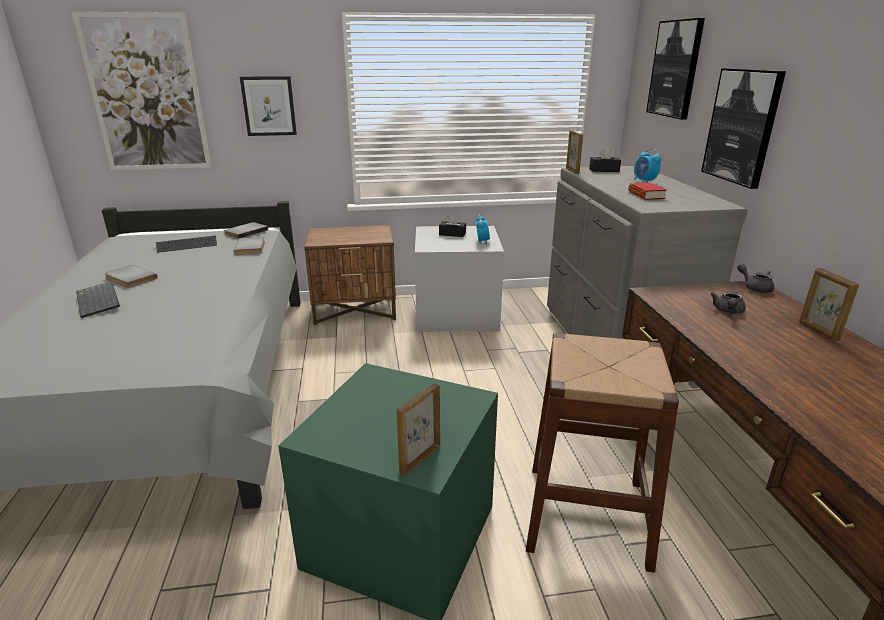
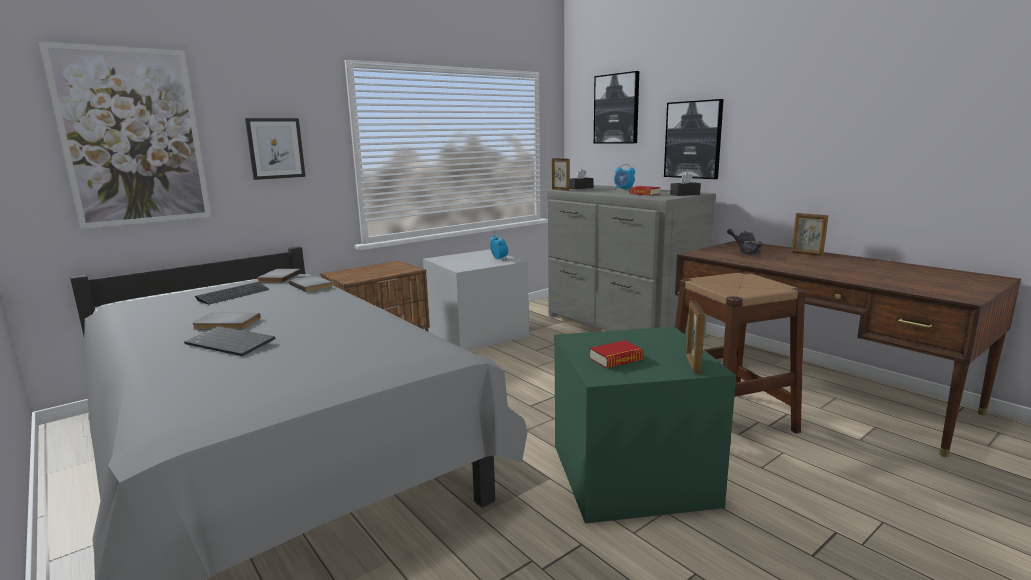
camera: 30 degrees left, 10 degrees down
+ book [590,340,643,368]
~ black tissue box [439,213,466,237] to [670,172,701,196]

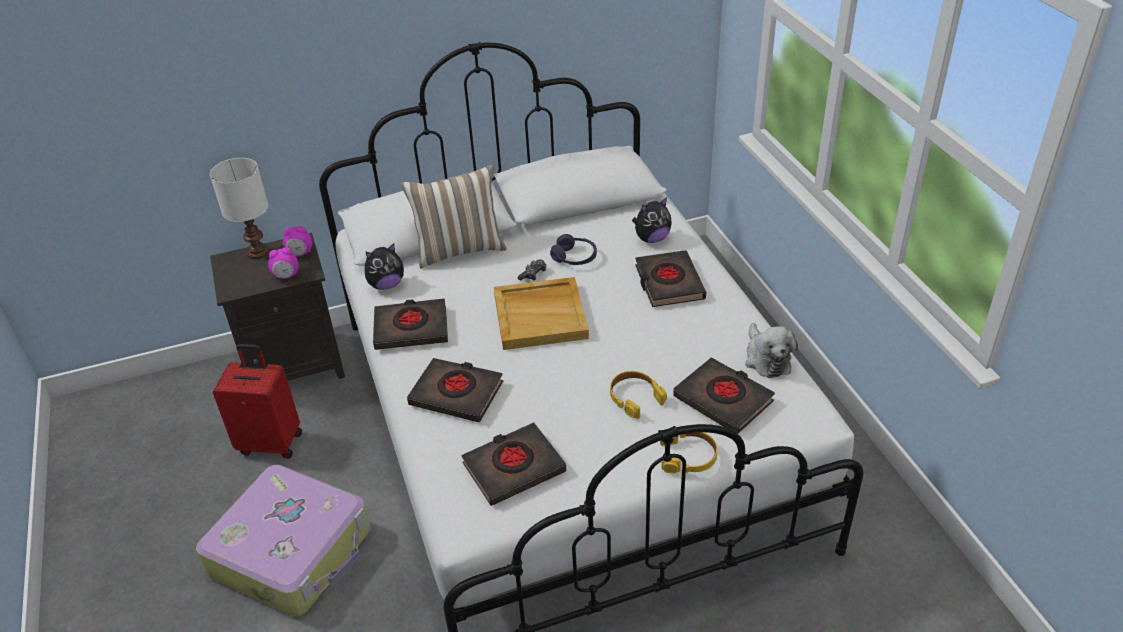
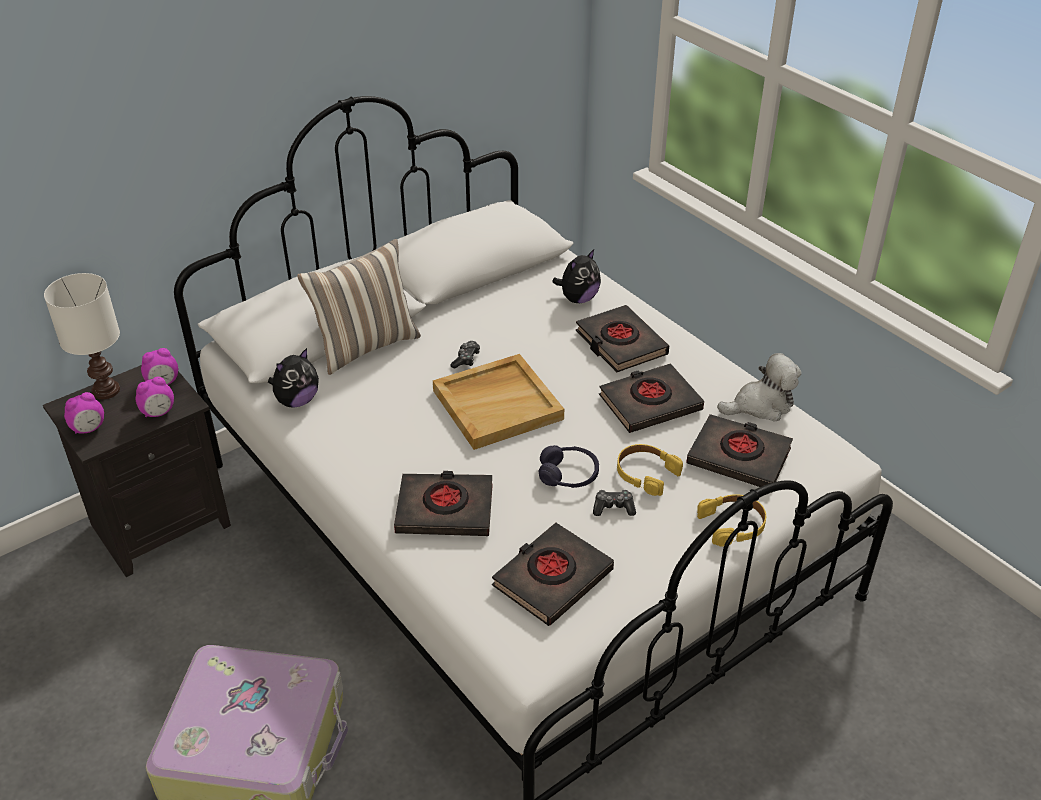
camera: 20 degrees left, 0 degrees up
+ alarm clock [64,392,104,434]
~ purple headphones [550,234,597,265] to [539,445,599,488]
+ game controller [593,490,636,516]
~ black book [373,298,448,350] to [599,363,704,433]
~ plush toy [745,323,798,378] = [717,353,802,422] 75 degrees counterclockwise
- red suitcase [213,344,302,459]

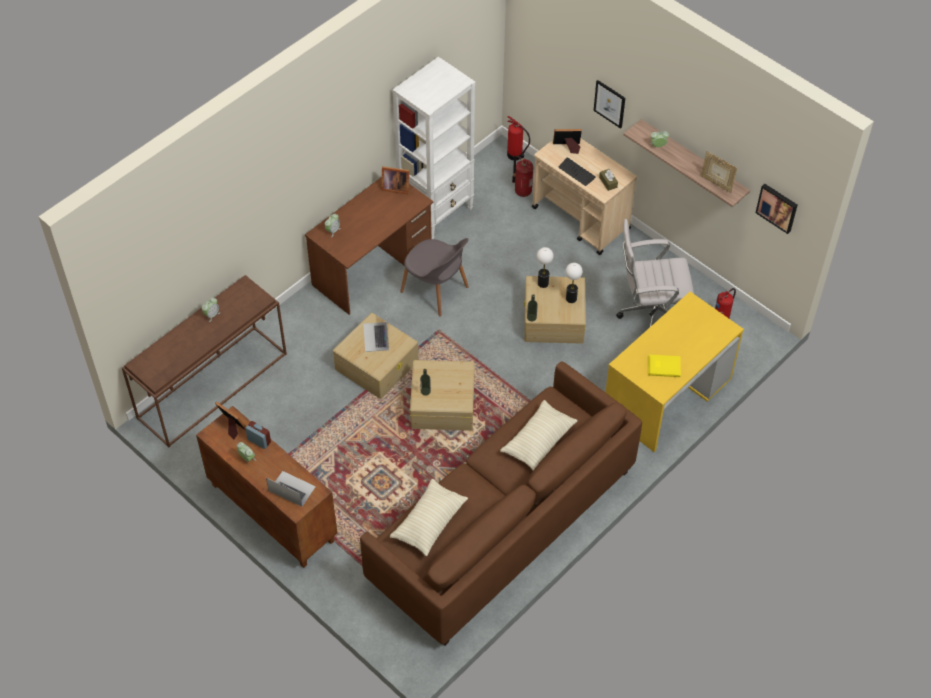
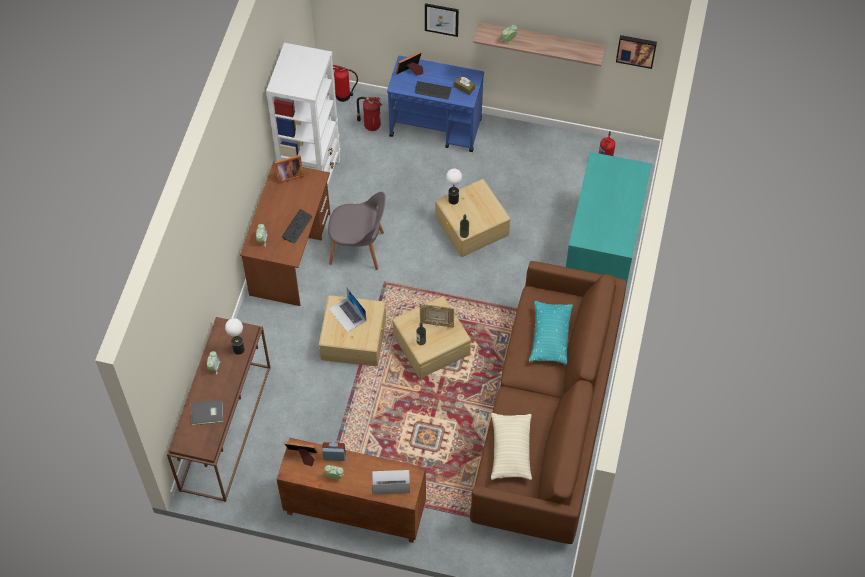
camera: 30 degrees left, 5 degrees up
+ grey book [191,400,223,425]
~ table lamp [565,263,583,303] to [225,318,245,355]
+ keyboard [282,209,312,244]
~ beige cart [532,139,637,255] to blue cart [387,56,484,152]
~ picture frame [701,151,738,193] to [420,304,454,328]
~ beige pillow [500,400,578,471] to turquoise pillow [529,301,573,365]
~ yellow desk [605,292,744,452] to turquoise desk [566,152,652,286]
- white office chair [616,219,694,328]
- yellow book [648,355,681,377]

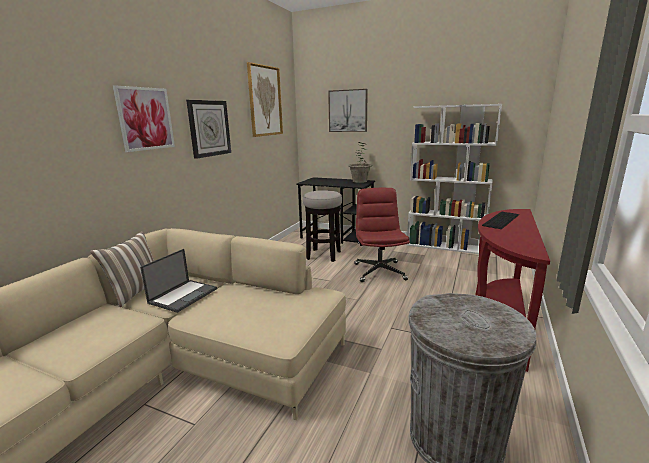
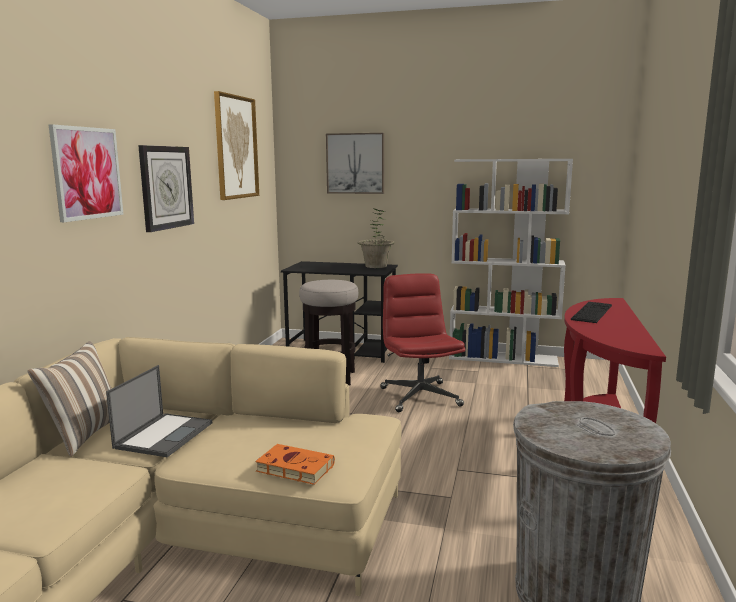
camera: 10 degrees left, 5 degrees down
+ orange book [255,444,335,485]

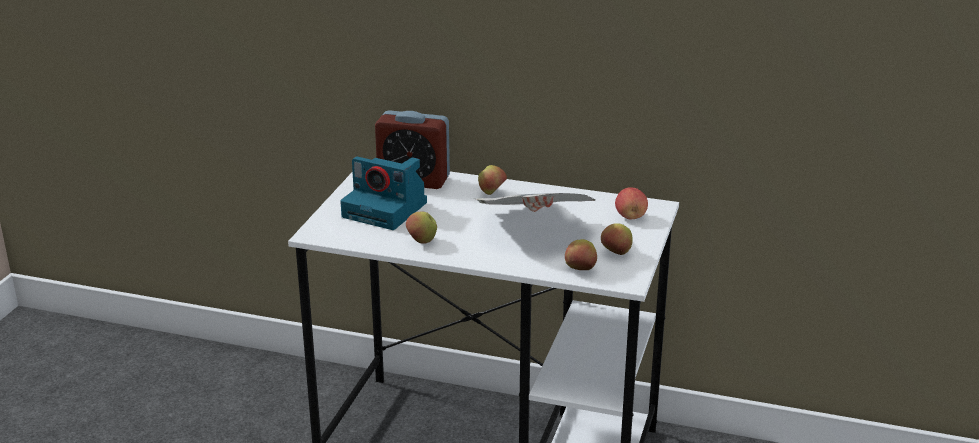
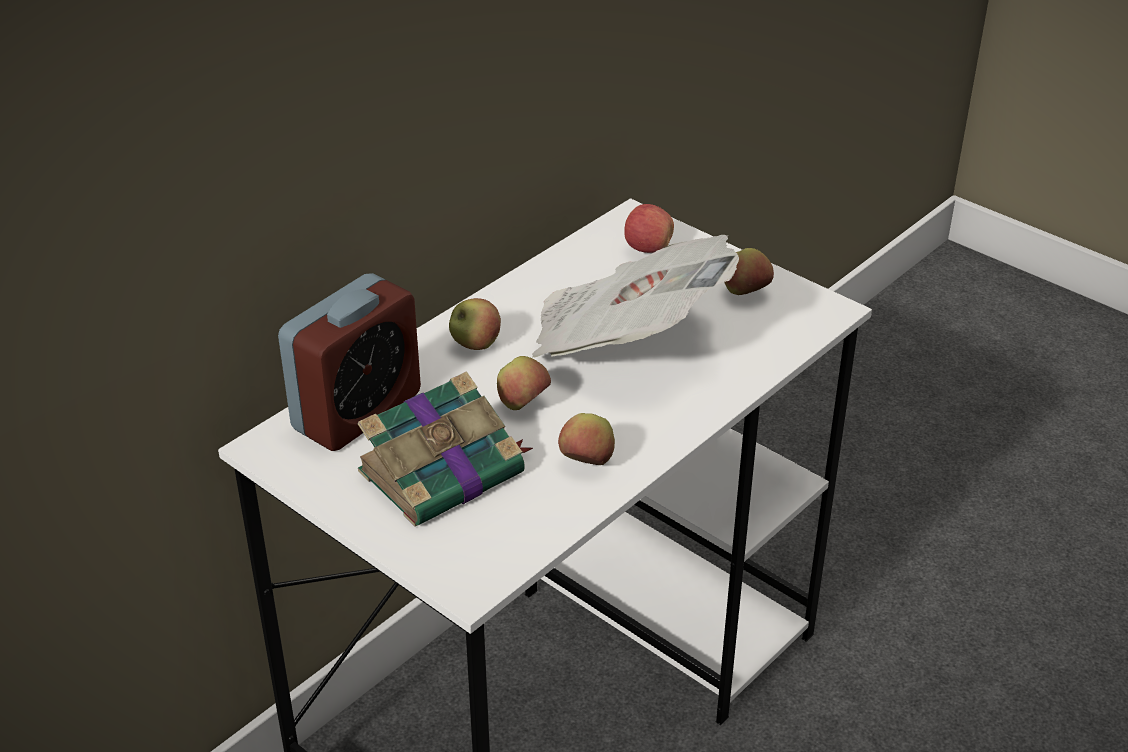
camera: 65 degrees left, 10 degrees up
~ photo camera [340,157,427,230] to book [358,371,533,527]
~ apple [565,239,597,270] to [497,356,551,410]

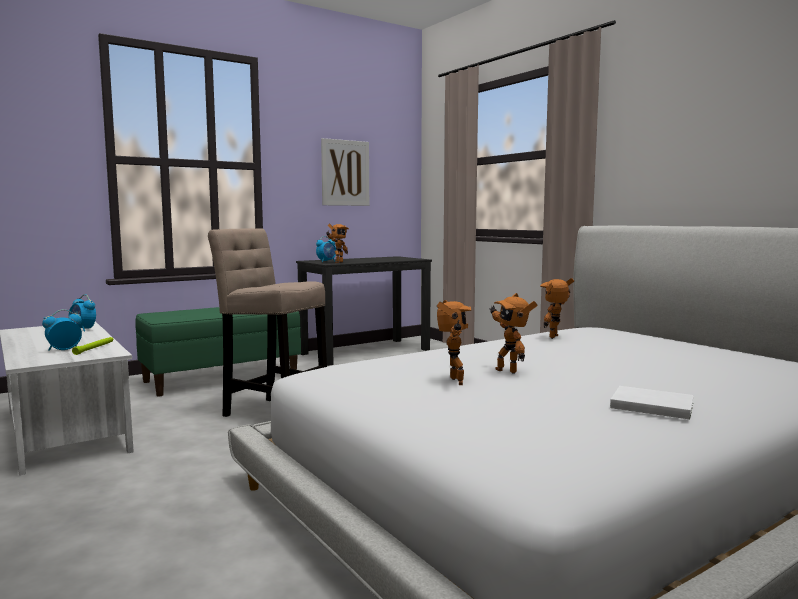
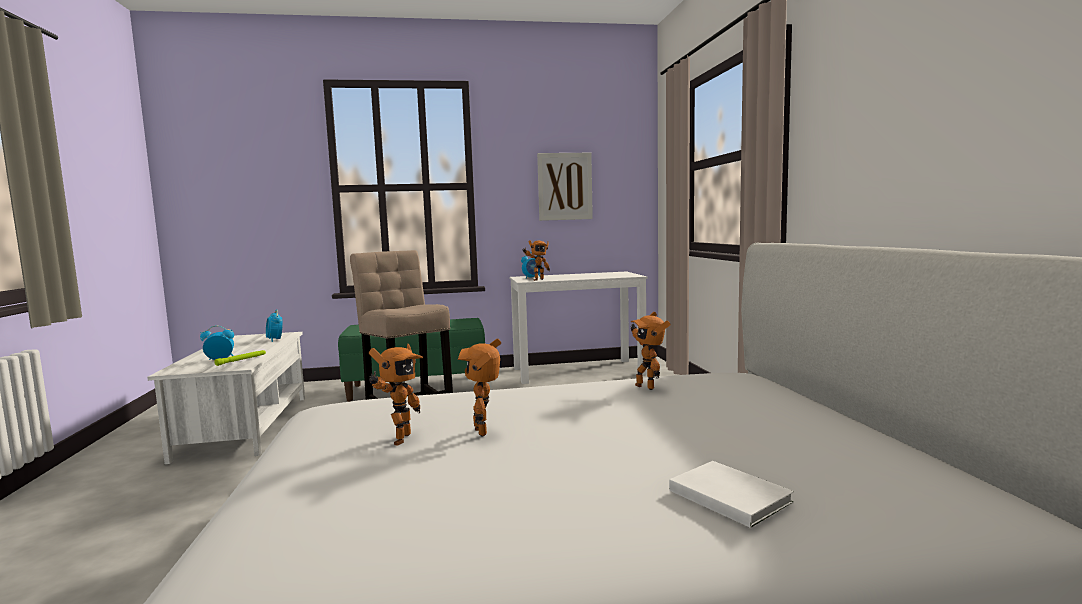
camera: 25 degrees right, 0 degrees up
~ black desk [296,256,432,366] to white desk [509,271,647,384]
~ toy robot [540,278,574,339] = [630,312,671,390] 90 degrees counterclockwise
~ white book [610,386,694,420] to [669,461,794,528]

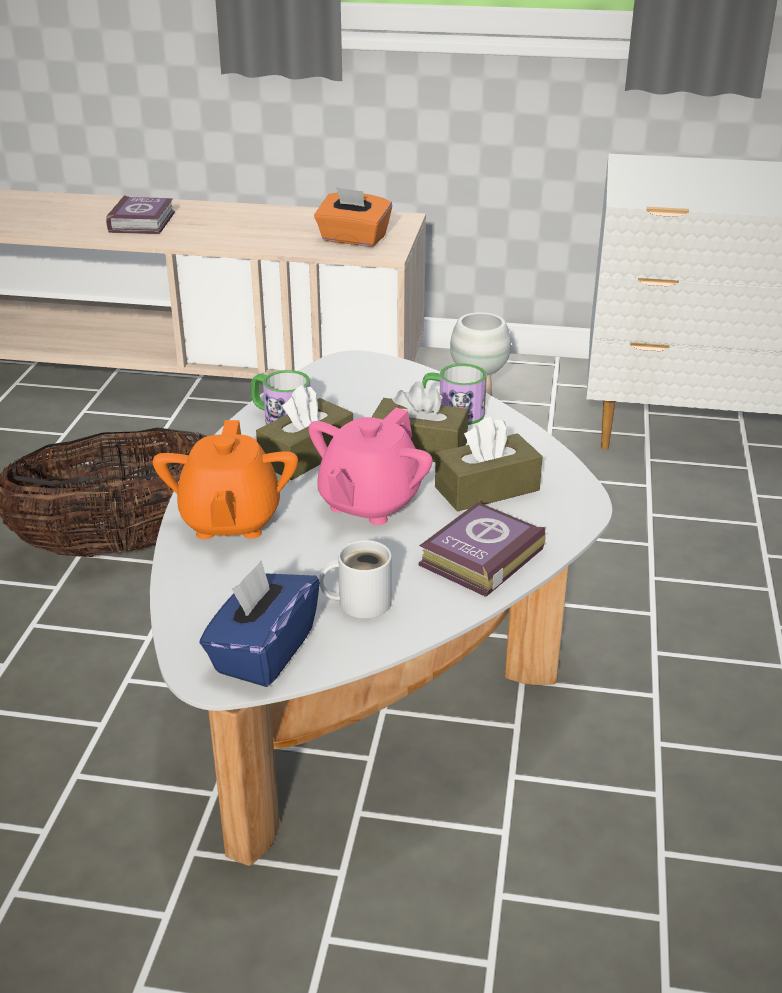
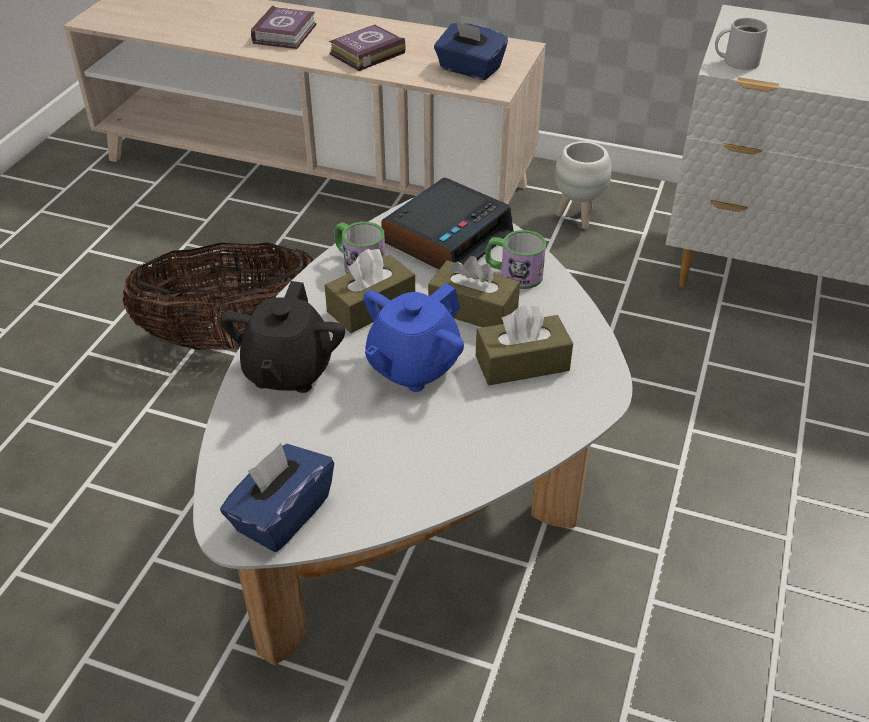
camera: 10 degrees right, 10 degrees up
~ orange teapot [153,420,298,539] to black teapot [220,281,345,393]
~ book [419,502,546,597] to [329,24,406,71]
~ pink teapot [308,407,433,525] to blue teapot [364,283,464,392]
+ alarm clock [381,178,514,269]
~ orange tissue box [314,187,392,247] to blue tissue box [434,21,508,80]
~ white mug [319,540,392,619] to [715,18,768,70]

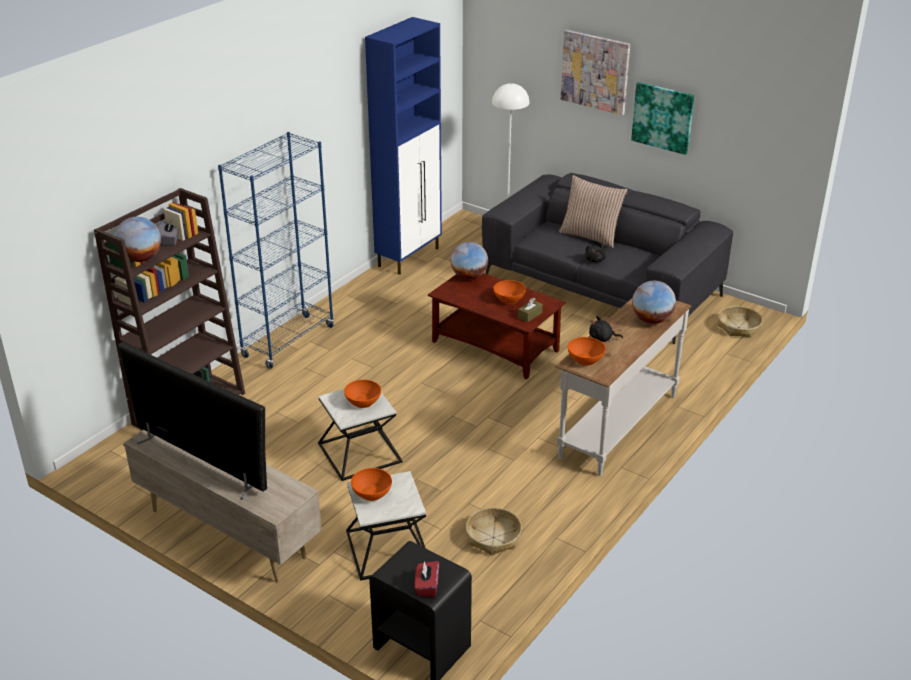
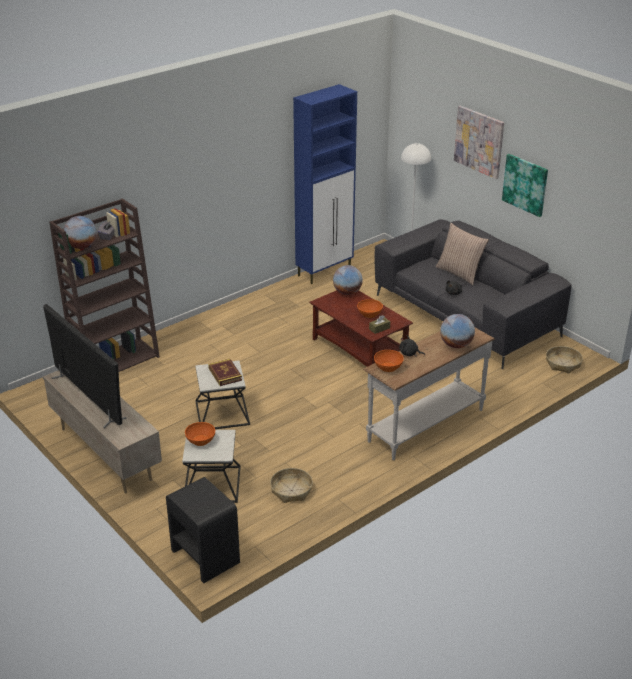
camera: 15 degrees right, 0 degrees up
~ orange bowl [344,380,381,408] to book [208,359,242,386]
- blue bookcase [218,132,334,369]
- red tissue box [415,561,439,597]

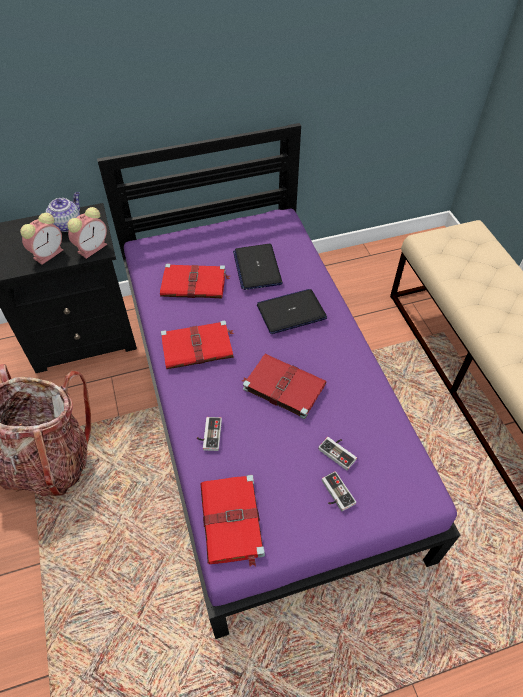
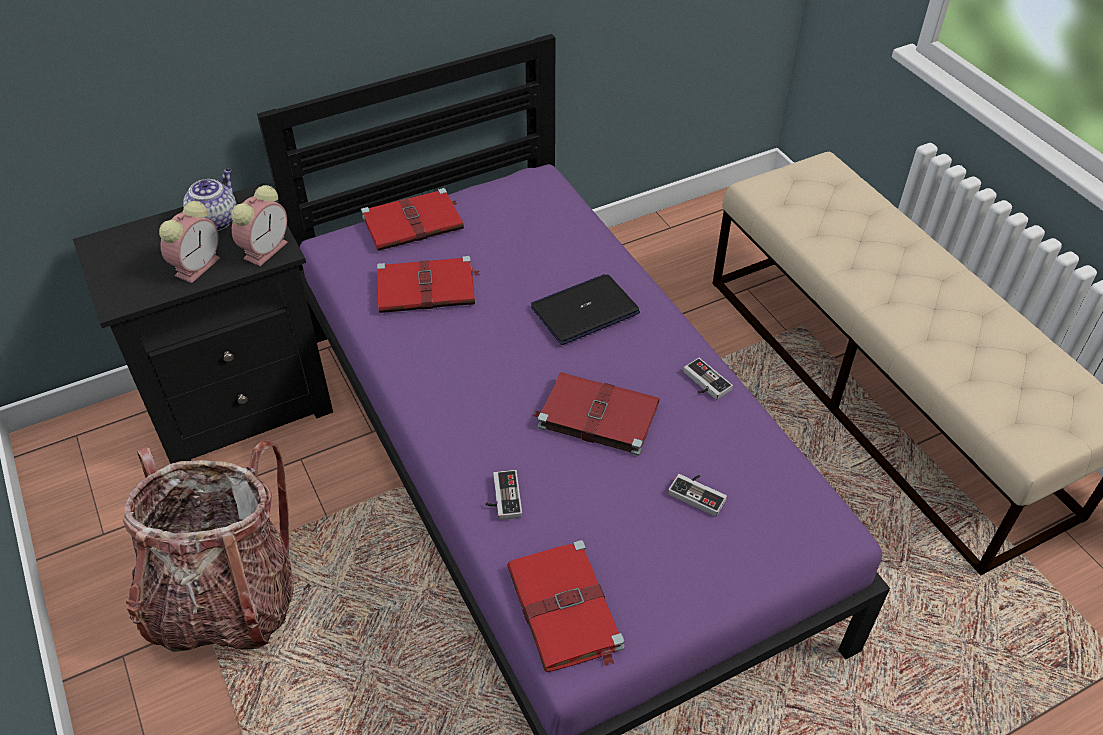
camera: 10 degrees left, 5 degrees down
~ red book [161,320,234,369] to [361,188,464,251]
~ game controller [322,471,356,511] to [683,358,733,400]
- laptop [233,244,283,290]

